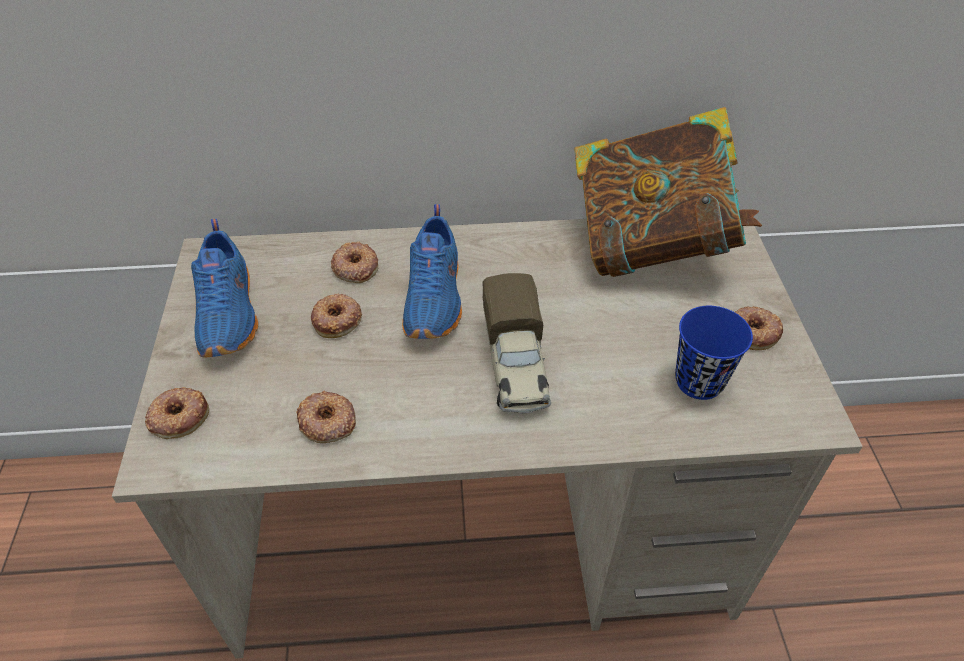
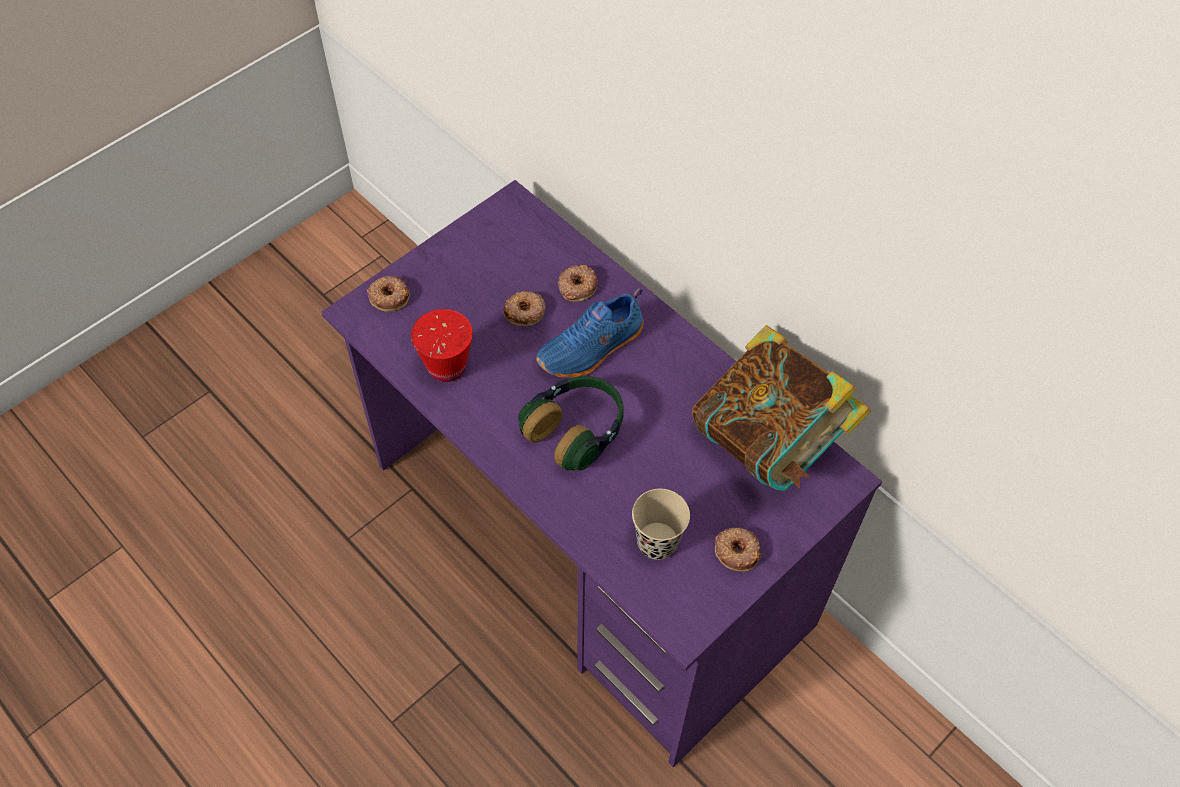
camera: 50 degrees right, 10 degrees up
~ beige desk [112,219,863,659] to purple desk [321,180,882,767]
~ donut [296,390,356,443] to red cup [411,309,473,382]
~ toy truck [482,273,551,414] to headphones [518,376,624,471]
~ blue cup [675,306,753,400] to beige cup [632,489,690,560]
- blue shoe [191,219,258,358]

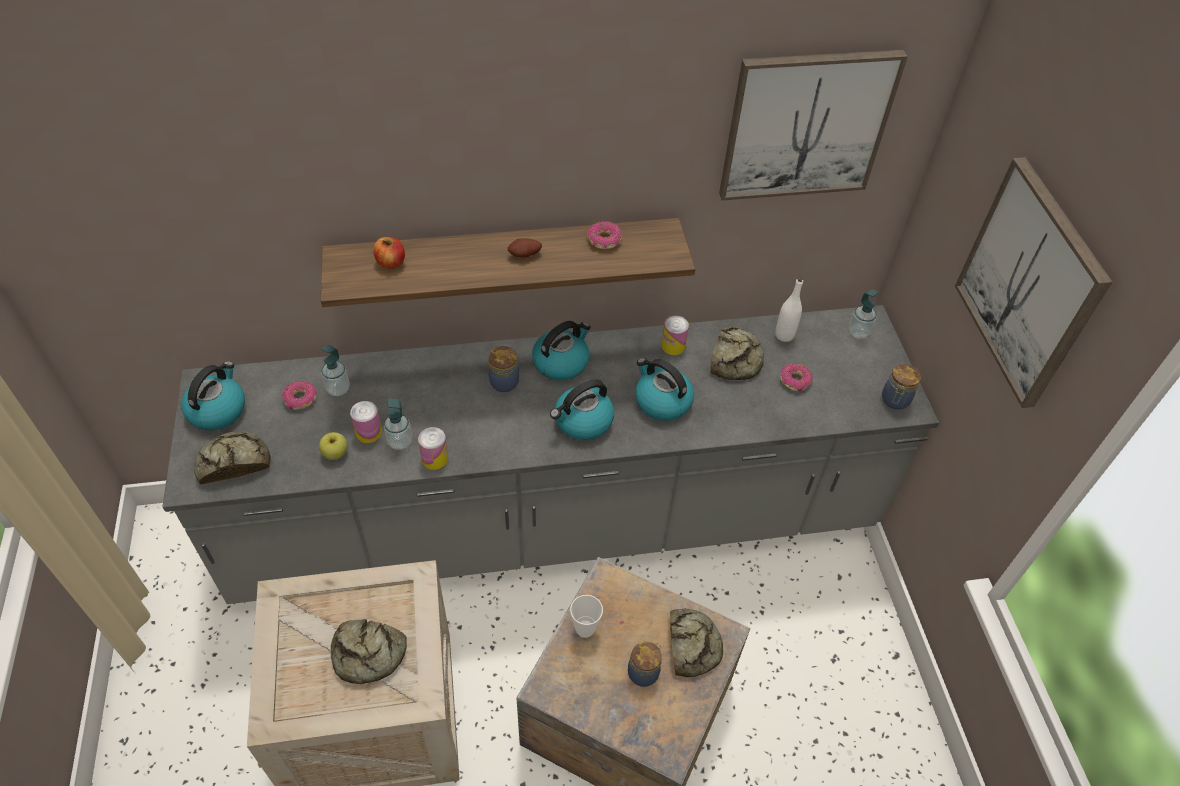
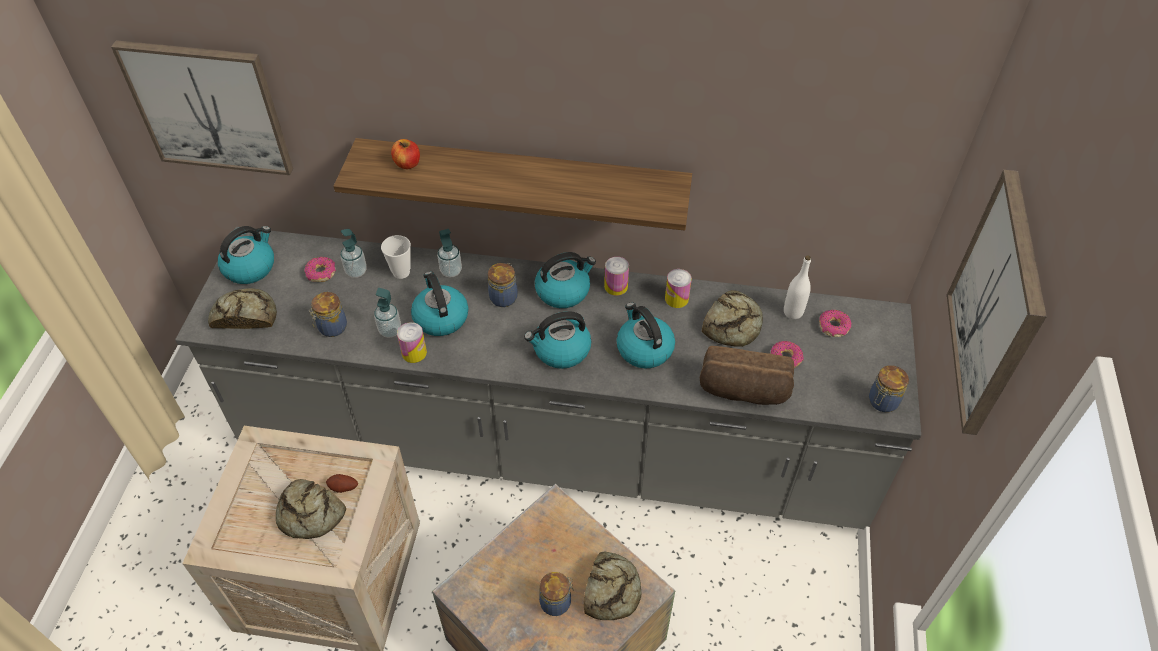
camera: 20 degrees right, 0 degrees up
~ picture [719,50,908,201] to [111,40,293,175]
~ apple [319,432,348,460] to jar [309,292,347,337]
~ potato [507,239,542,258] to [326,474,358,493]
~ cup [570,595,603,638] to [381,235,411,279]
+ kettle [411,271,468,336]
~ soap dispenser [849,289,879,339] to [437,229,462,277]
~ can [350,401,382,443] to [604,257,629,296]
+ bread [700,346,794,405]
~ donut [587,221,622,249] to [819,310,851,337]

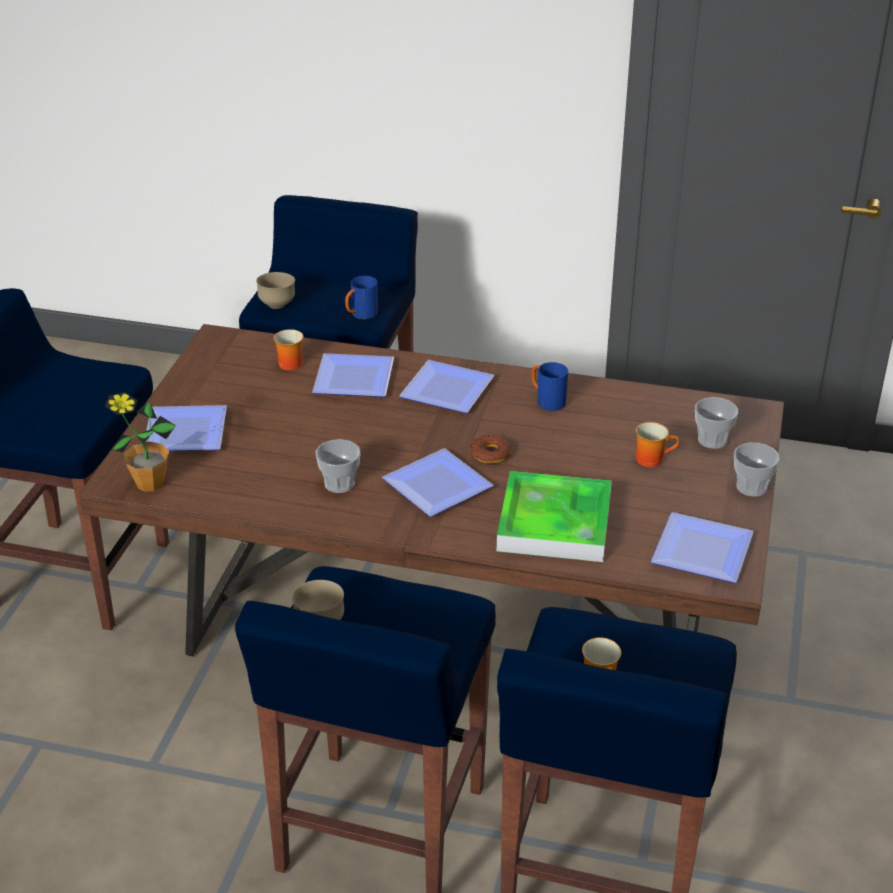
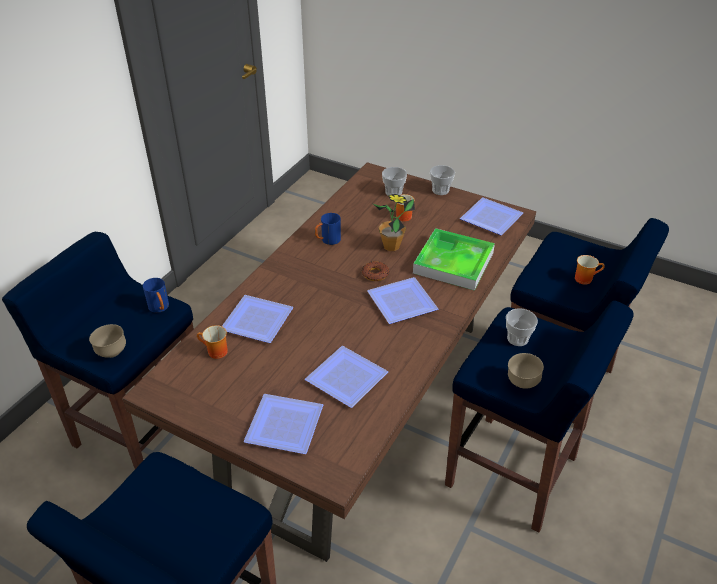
camera: 75 degrees left, 5 degrees up
~ plate [399,360,495,413] to [305,346,388,408]
~ potted plant [105,392,176,492] to [373,194,415,251]
~ cup [316,439,361,493] to [506,308,538,346]

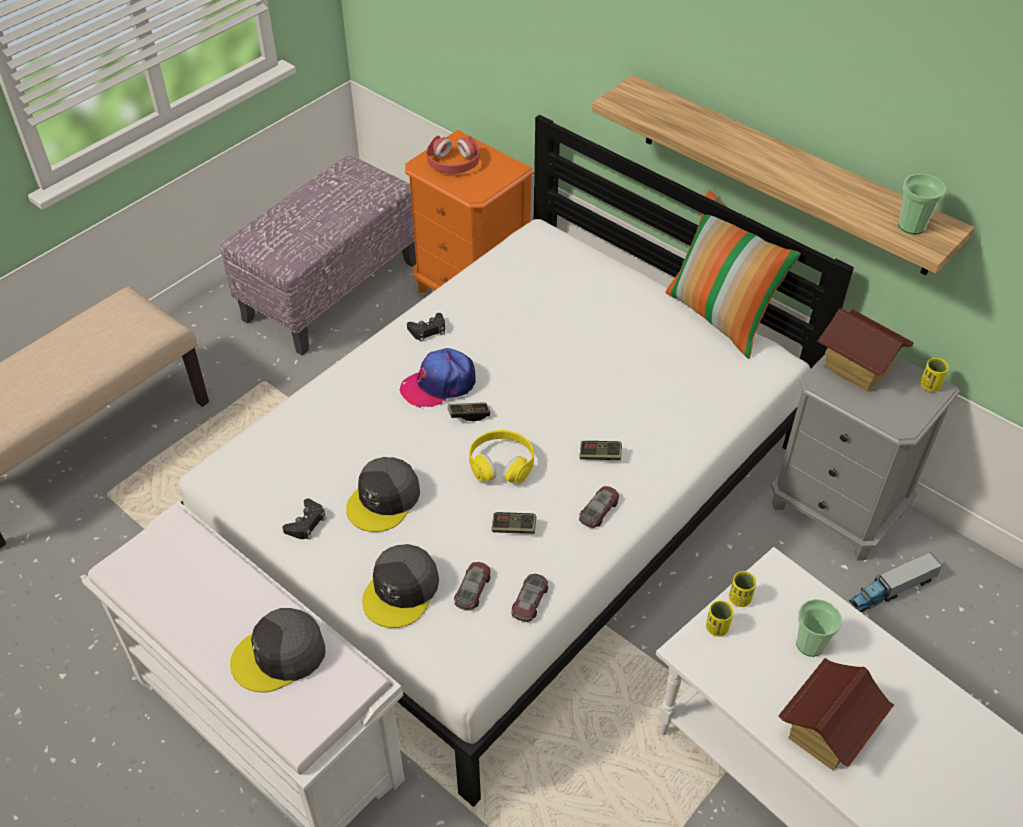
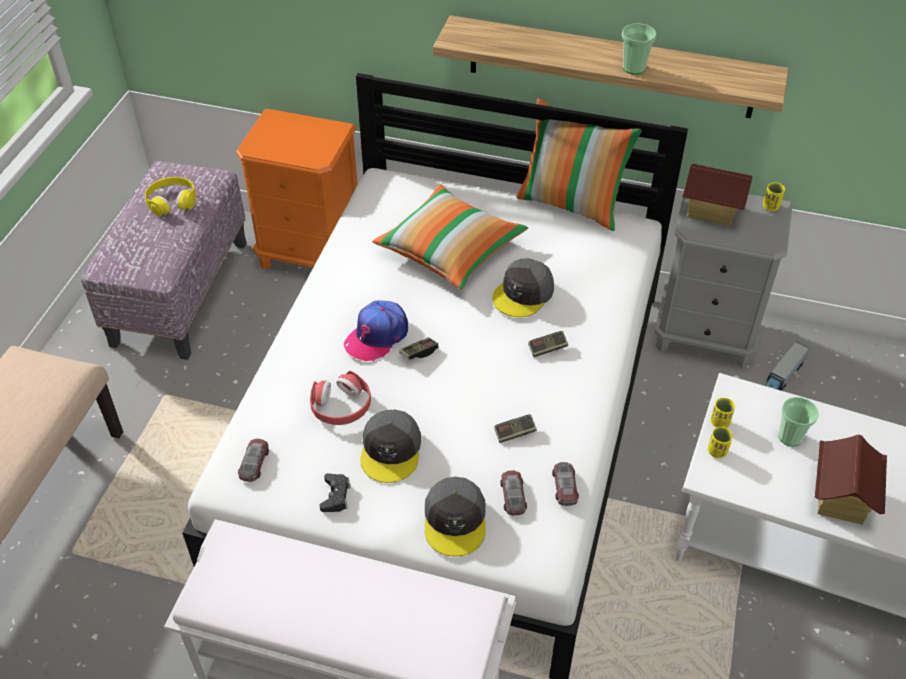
camera: 25 degrees left, 0 degrees up
~ yellow headphones [469,430,534,484] to [145,177,196,217]
~ toy car [579,486,619,528] to [238,439,269,482]
~ red headphones [427,135,480,174] to [310,371,371,425]
+ pillow [372,185,528,290]
~ grey cap [230,608,326,692] to [492,258,554,317]
~ cup [898,174,946,235] to [622,23,656,75]
- black game controller [407,313,445,342]

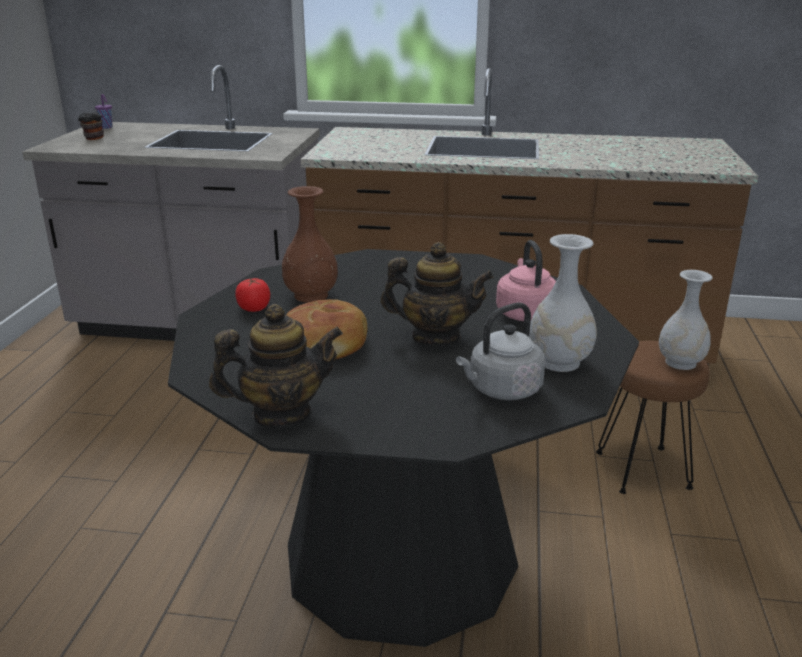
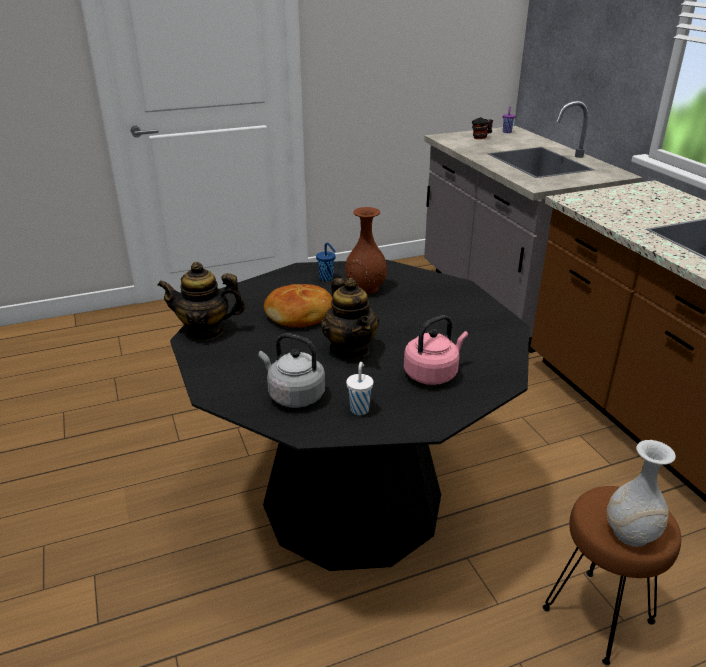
camera: 60 degrees right, 5 degrees up
~ teapot [209,304,343,428] = [157,262,246,341] 135 degrees clockwise
~ tomato [235,278,270,312] to blue cup [316,242,336,281]
~ white vase [529,234,597,372] to white cup [346,362,373,415]

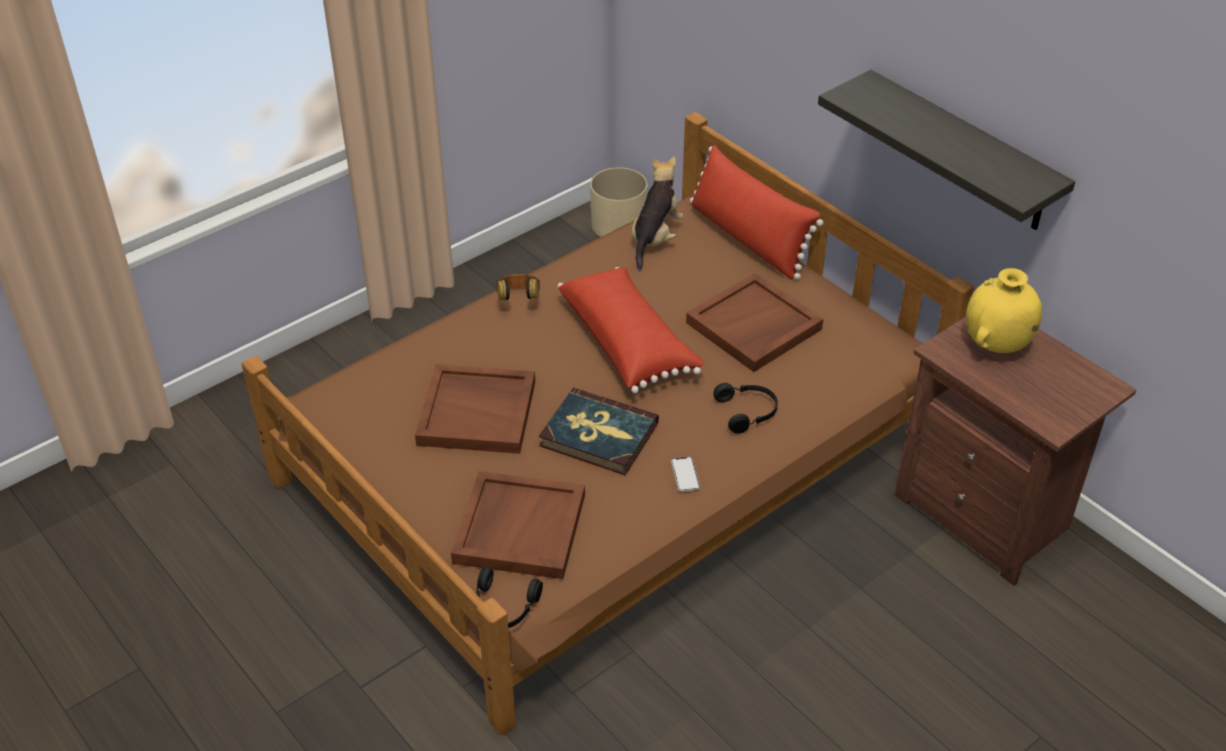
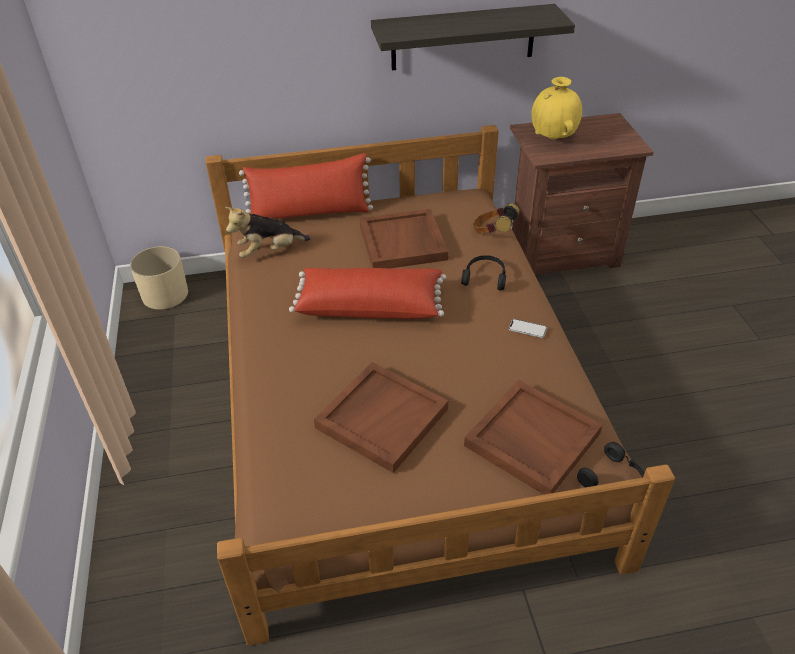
camera: 60 degrees left, 0 degrees up
~ plush toy [632,157,683,270] = [225,207,311,258] 75 degrees counterclockwise
~ headphones [496,274,540,300] to [473,203,520,234]
- book [539,387,659,475]

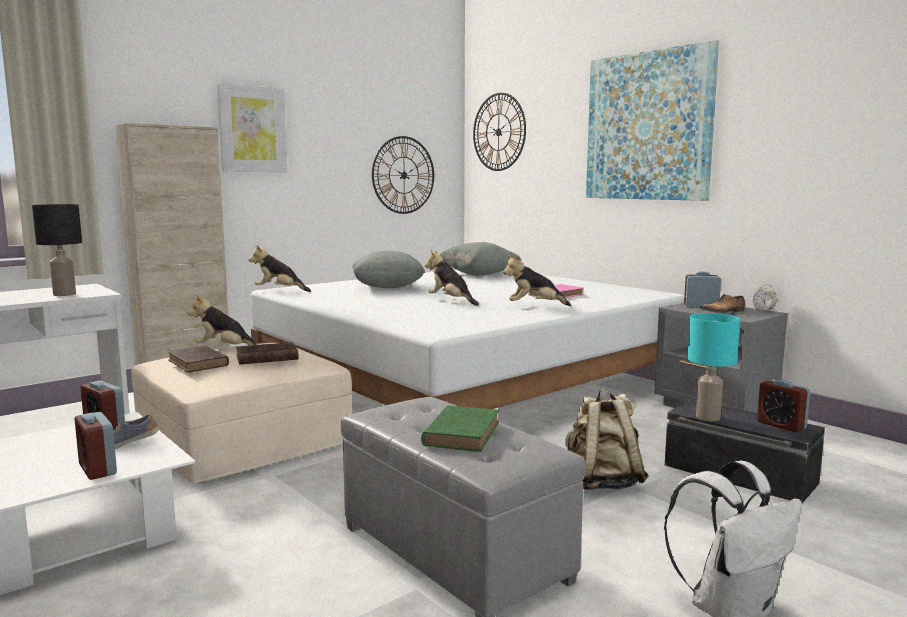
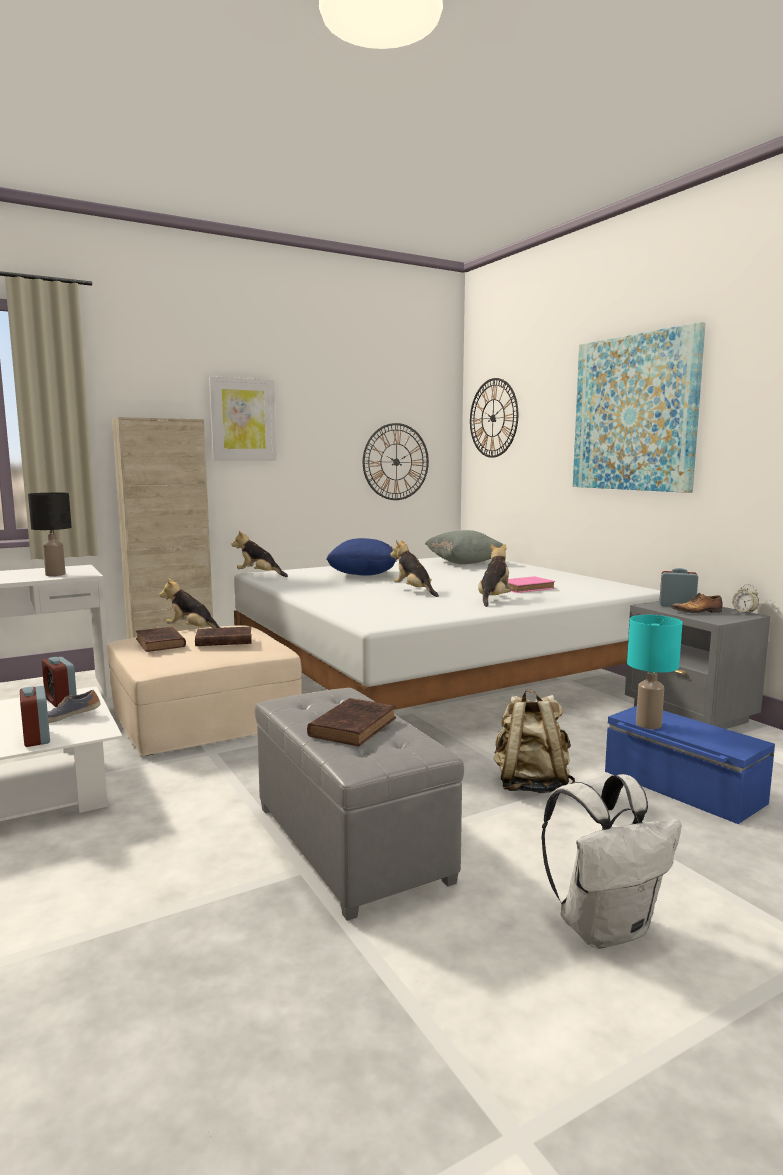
camera: 10 degrees right, 0 degrees up
~ green book [421,405,499,452] to brown book [307,698,396,746]
~ grey pillow [352,251,425,288] to blue pillow [326,538,396,576]
~ plush toy [503,255,571,306] = [478,543,513,607] 105 degrees clockwise
~ black storage box [665,399,825,503] to blue storage box [605,706,775,824]
- alarm clock [757,379,810,432]

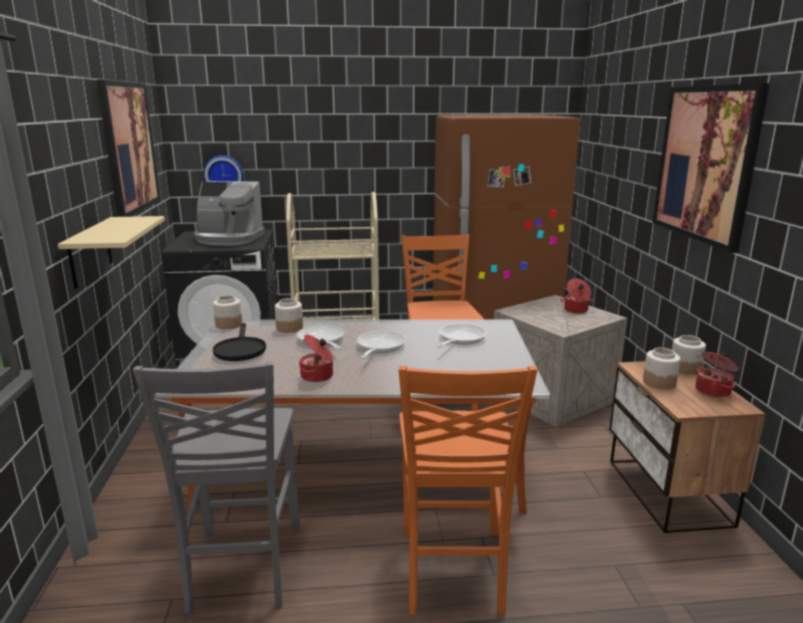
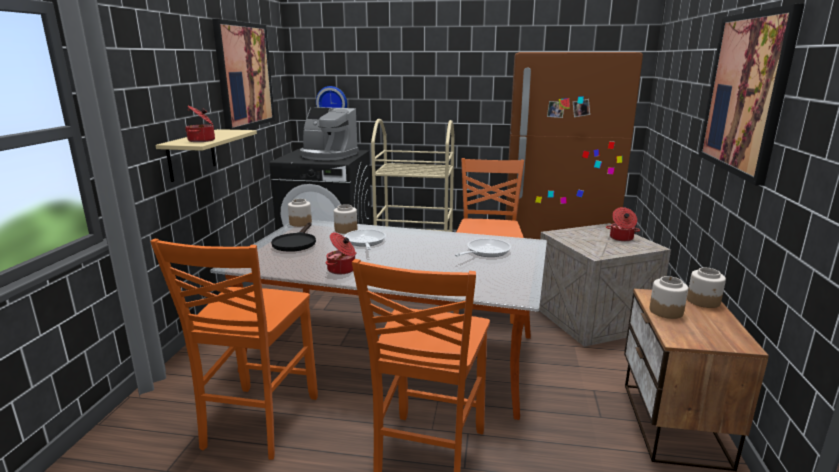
camera: 15 degrees right, 0 degrees up
~ grey chair [133,361,300,615] to orange chair [150,239,318,460]
~ cooking pot [696,352,739,397] to [185,106,215,142]
- frying pan [357,331,406,359]

